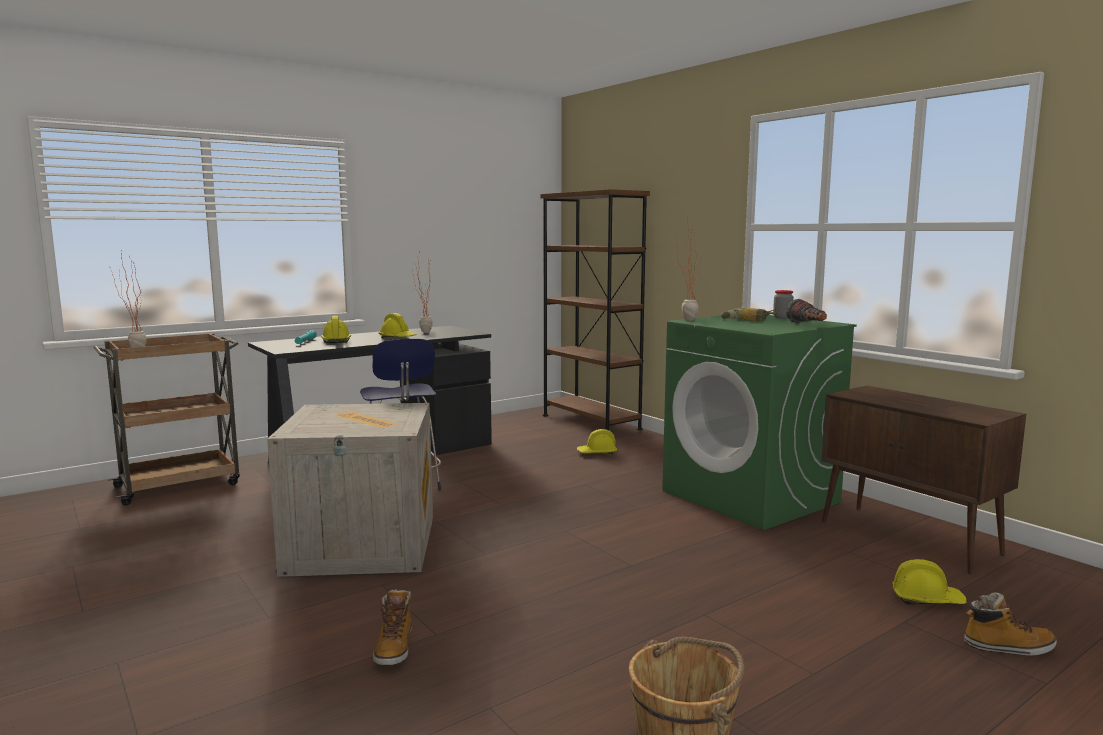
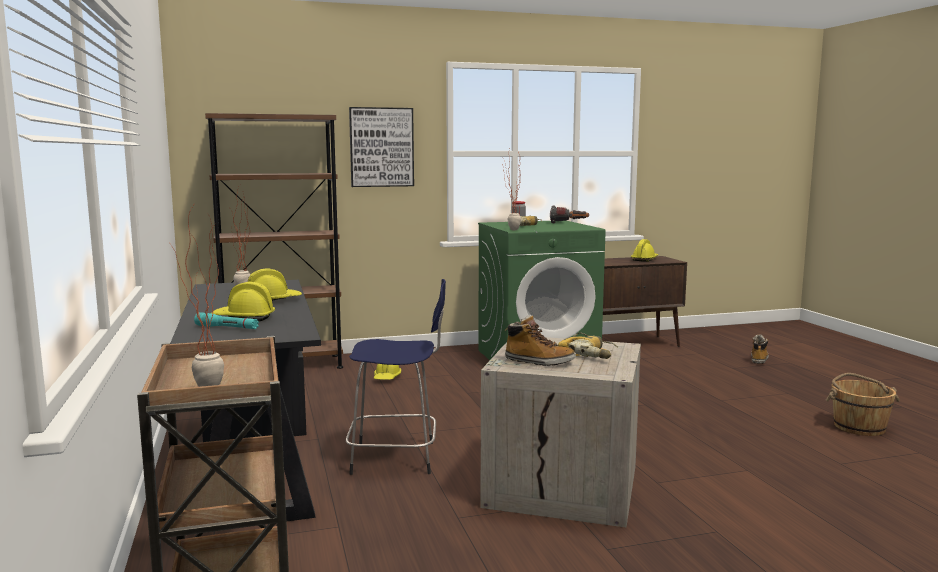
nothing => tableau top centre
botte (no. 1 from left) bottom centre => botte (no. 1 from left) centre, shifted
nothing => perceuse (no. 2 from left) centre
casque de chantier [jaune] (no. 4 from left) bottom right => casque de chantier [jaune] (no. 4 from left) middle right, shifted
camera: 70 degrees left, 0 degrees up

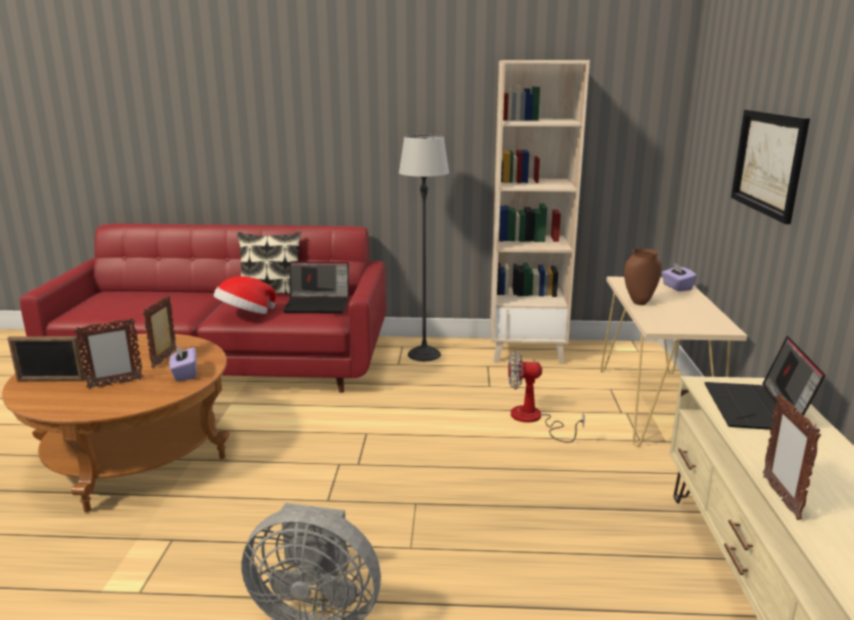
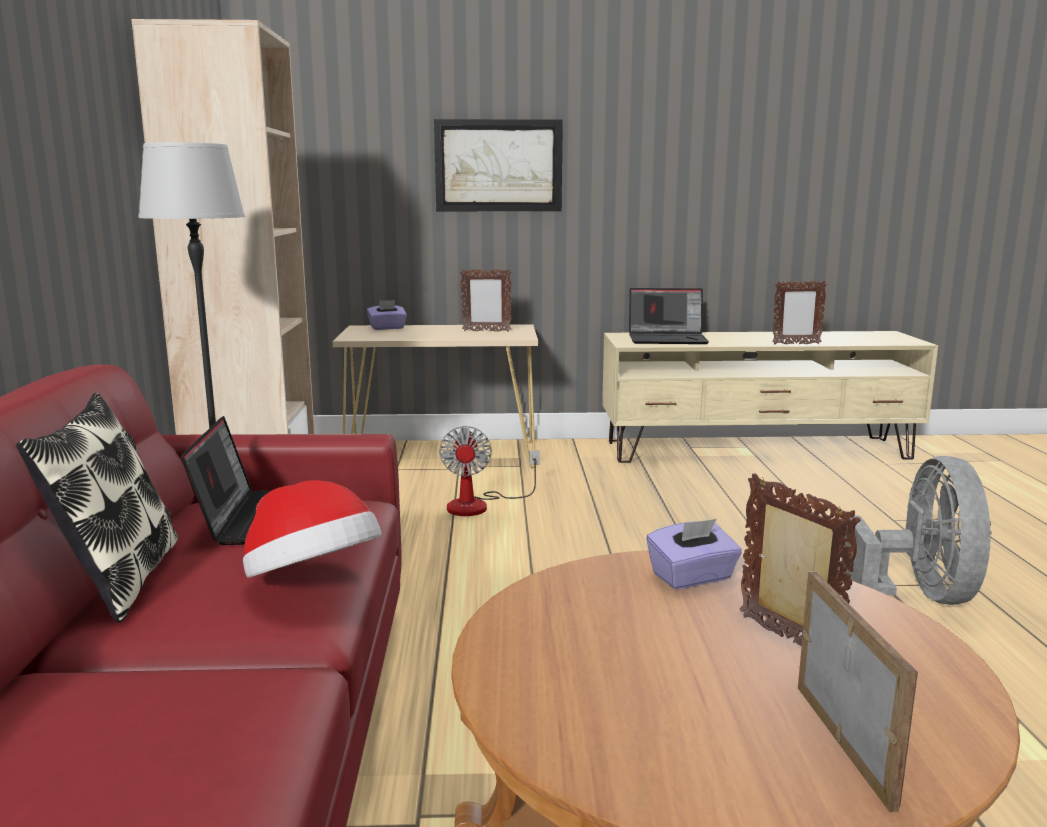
cadre photo (no. 3 from left in the first image) middle left => cadre photo (no. 1 from left) centre, shifted
vase [marron] middle right => nothing
camera: 95 degrees left, 5 degrees down

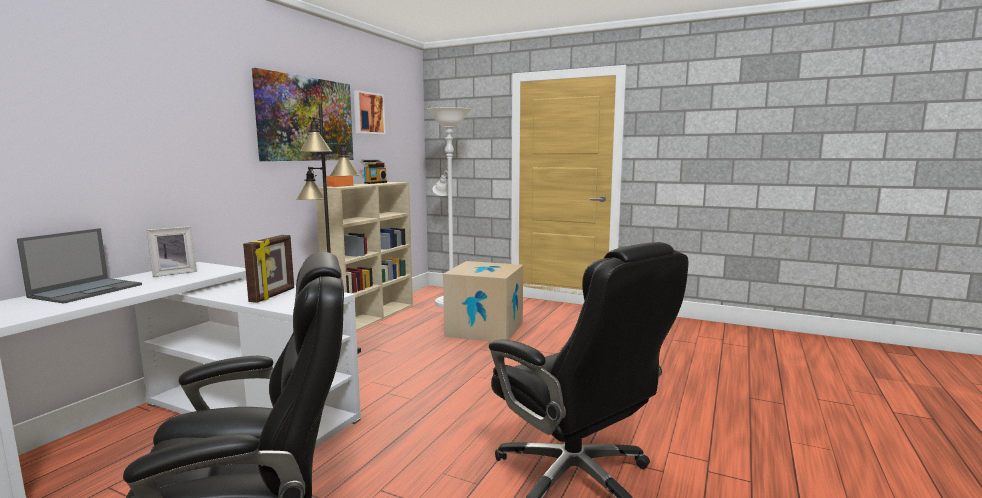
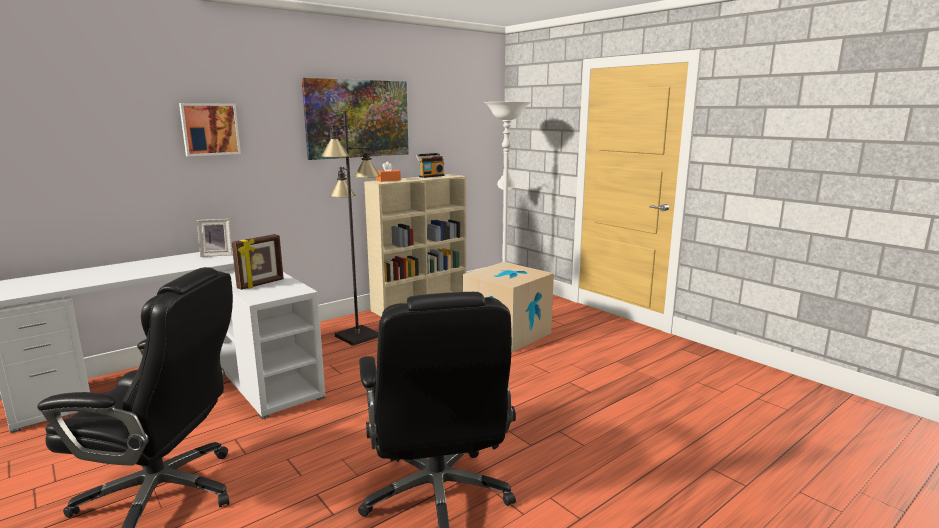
tableau (no. 2 from left in the first image) top centre => tableau (no. 1 from left) top left, shifted
ordinateur portable middle left => nothing
camera: 25 degrees right, 5 degrees up

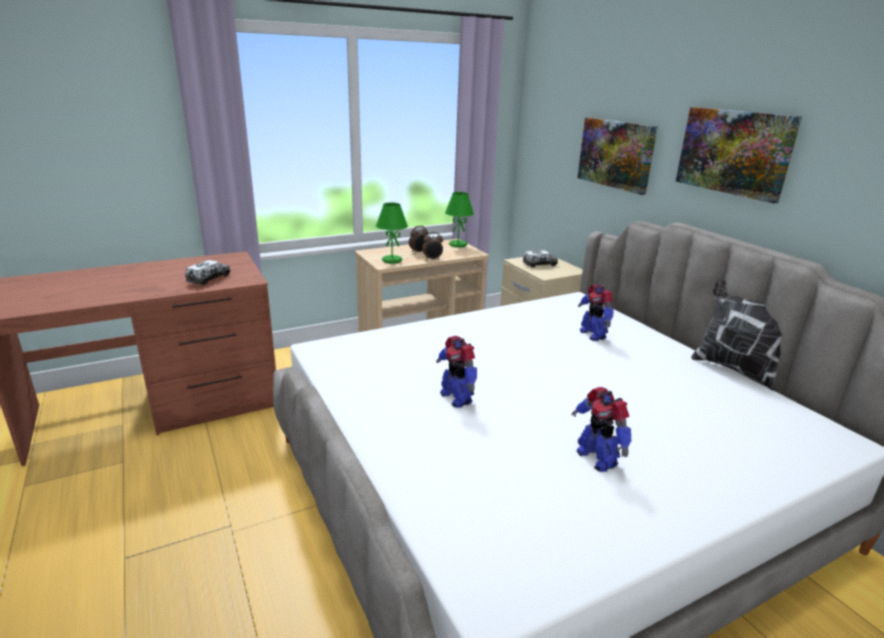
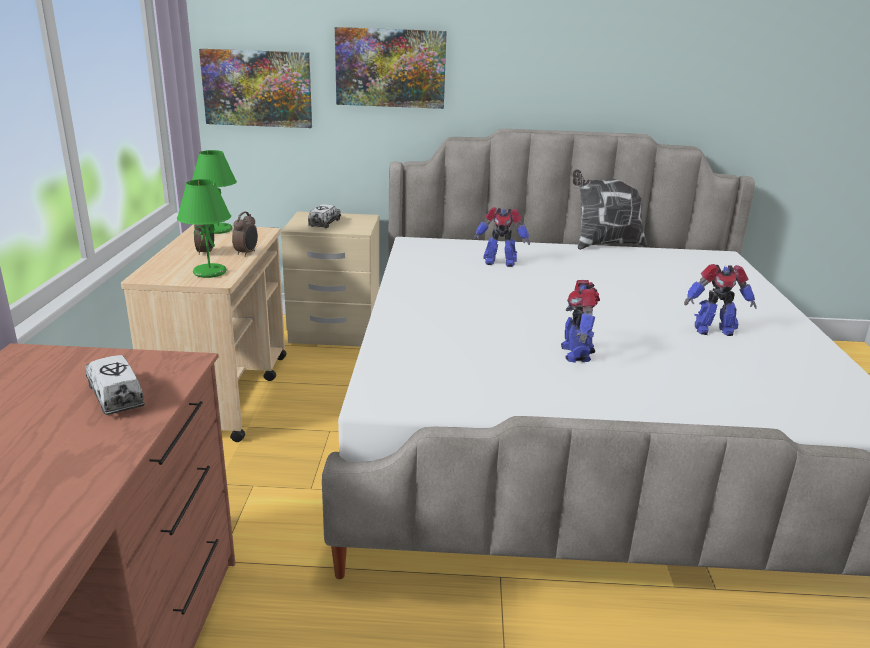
tableau (no. 2 from left in the first image) top right => tableau (no. 1 from left) top left, shifted
robot jouet (no. 1 from left in the first image) centre => robot jouet (no. 2 from left) middle right, 90 degrees clockwise
camera: 60 degrees left, 0 degrees up

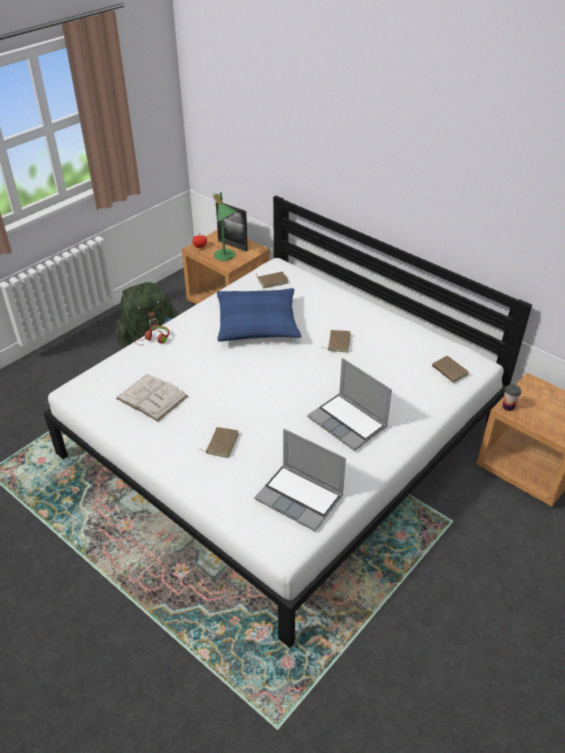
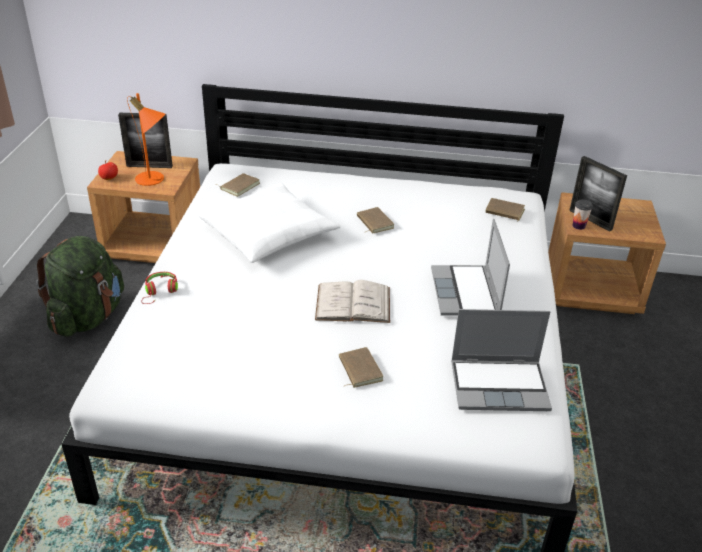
lampe de table [vert] top centre => lampe de table [orange] top left
coussin [bleu] centre => coussin [blanc] centre
livre [blanc] middle left => livre [blanc] centre, shifted
ordinateur portable (no. 2 from left in the first image) centre => ordinateur portable (no. 1 from left) middle right, 75 degrees clockwise
nothing => cadre photo (no. 2 from left) middle right
camera: 35 degrees left, 5 degrees down

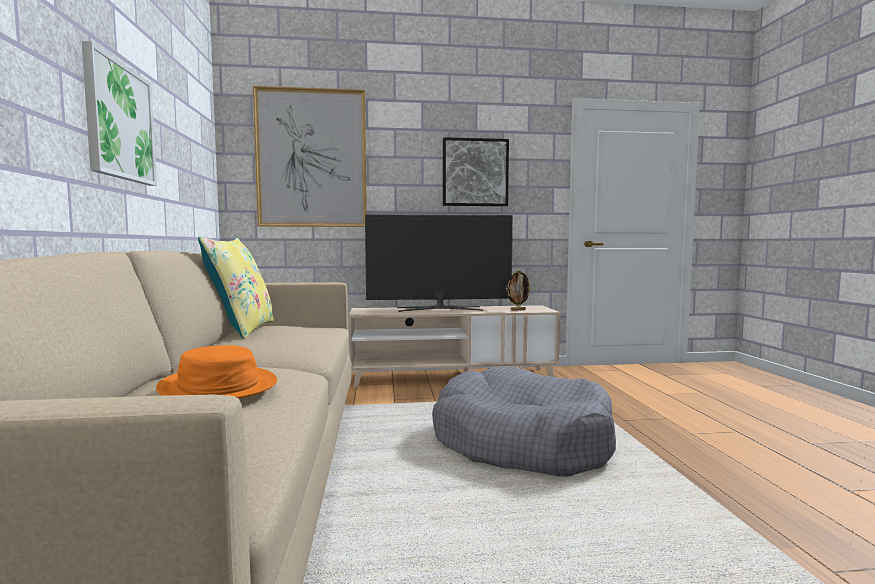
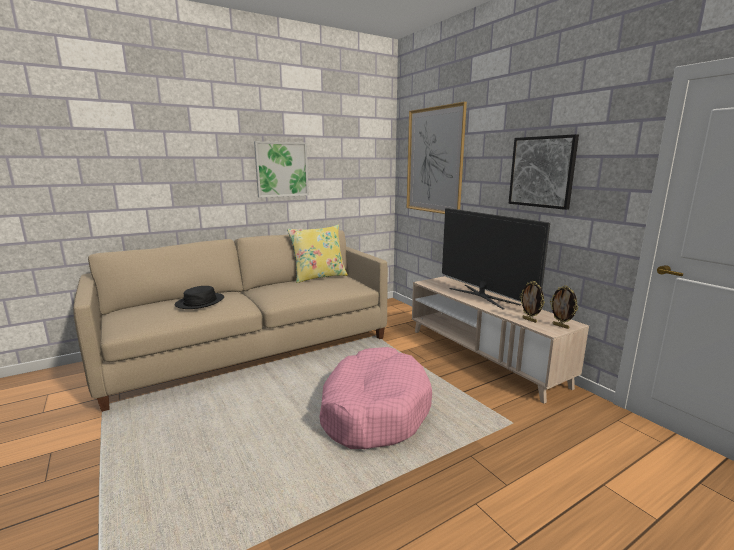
chapeau [orange] middle left => chapeau [noir] middle left
panier pour chien [gris] bottom centre => panier pour chien [rose] bottom centre
nothing => cadre photo (no. 2 from left) middle right
camera: 65 degrees right, 10 degrees up

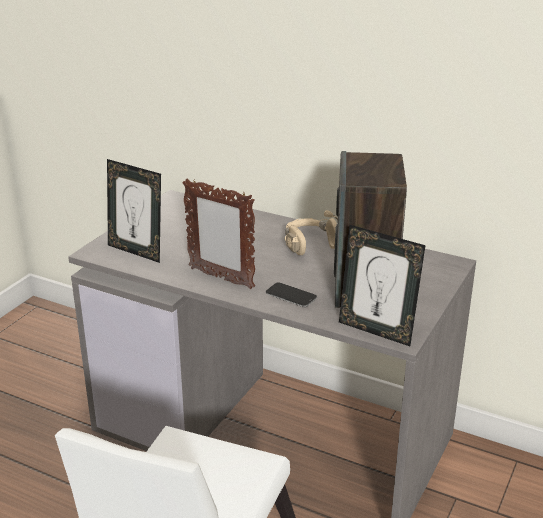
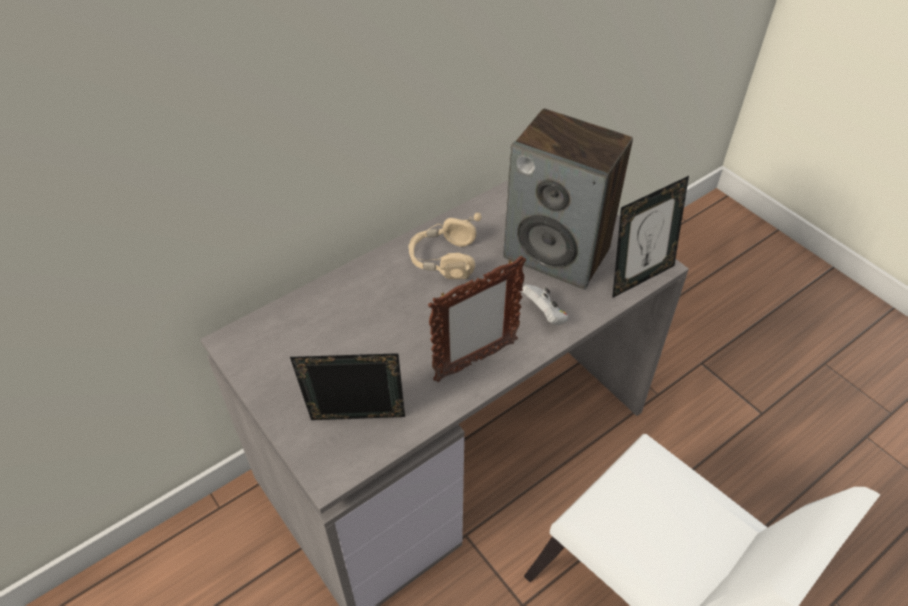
cadre photo (no. 1 from left) middle left => cadre photo (no. 1 from left) centre, 150 degrees counterclockwise
téléphone centre => manette [blanc] centre
camera: 65 degrees left, 20 degrees up

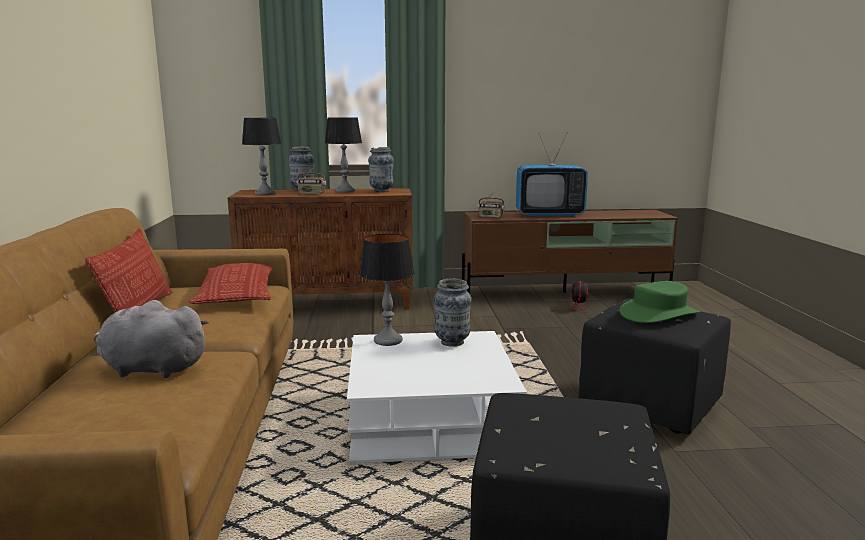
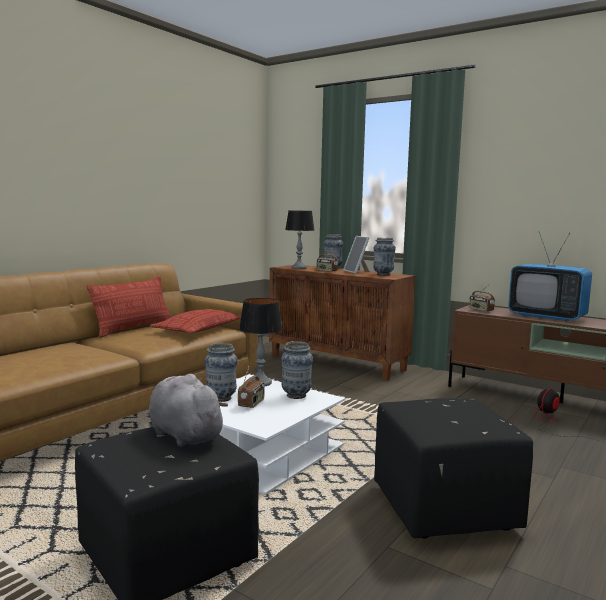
peluche [gris] middle left => peluche [gris] bottom left, shifted
nothing => vase (no. 1 from left) centre
nothing => radio (no. 1 from left) centre
lampe de table (no. 2 from left) top centre => cadre photo centre
chapeau [vert] middle right => nothing
camera: 40 degrees right, 5 degrees down

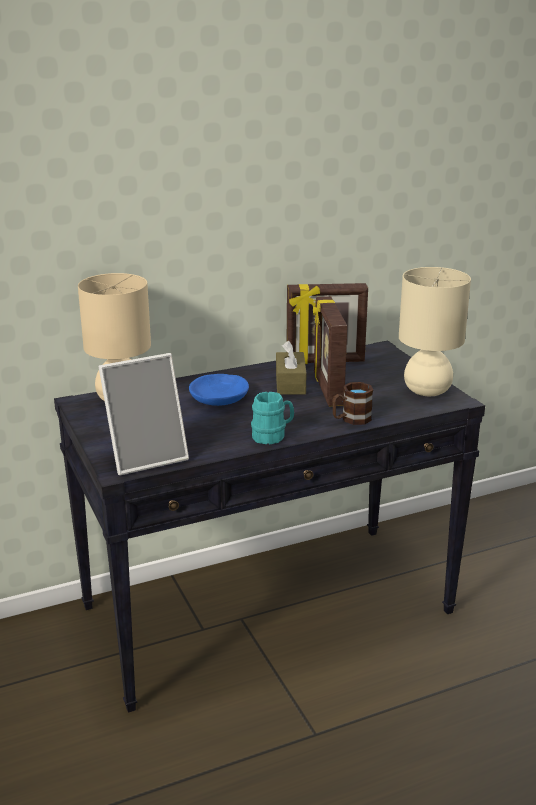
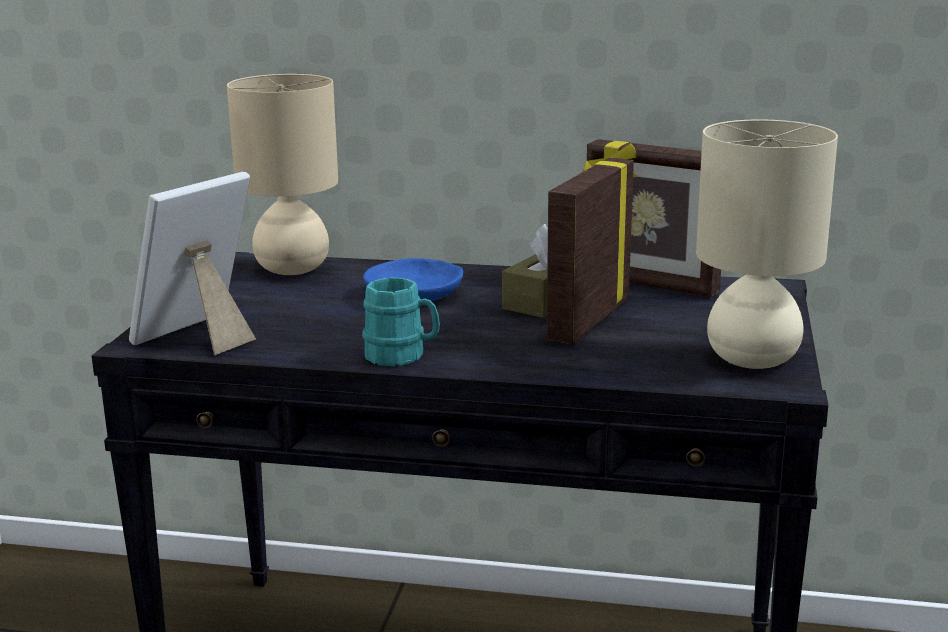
cadre photo (no. 1 from left) middle left, 120 degrees clockwise
mug [marron] centre => nothing
camera: 35 degrees right, 5 degrees down

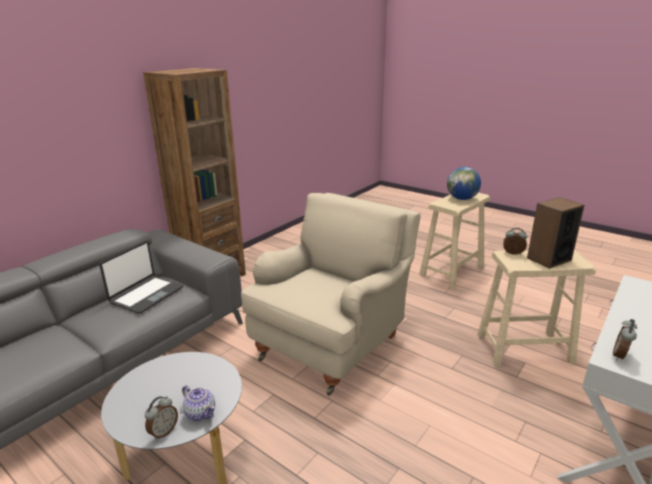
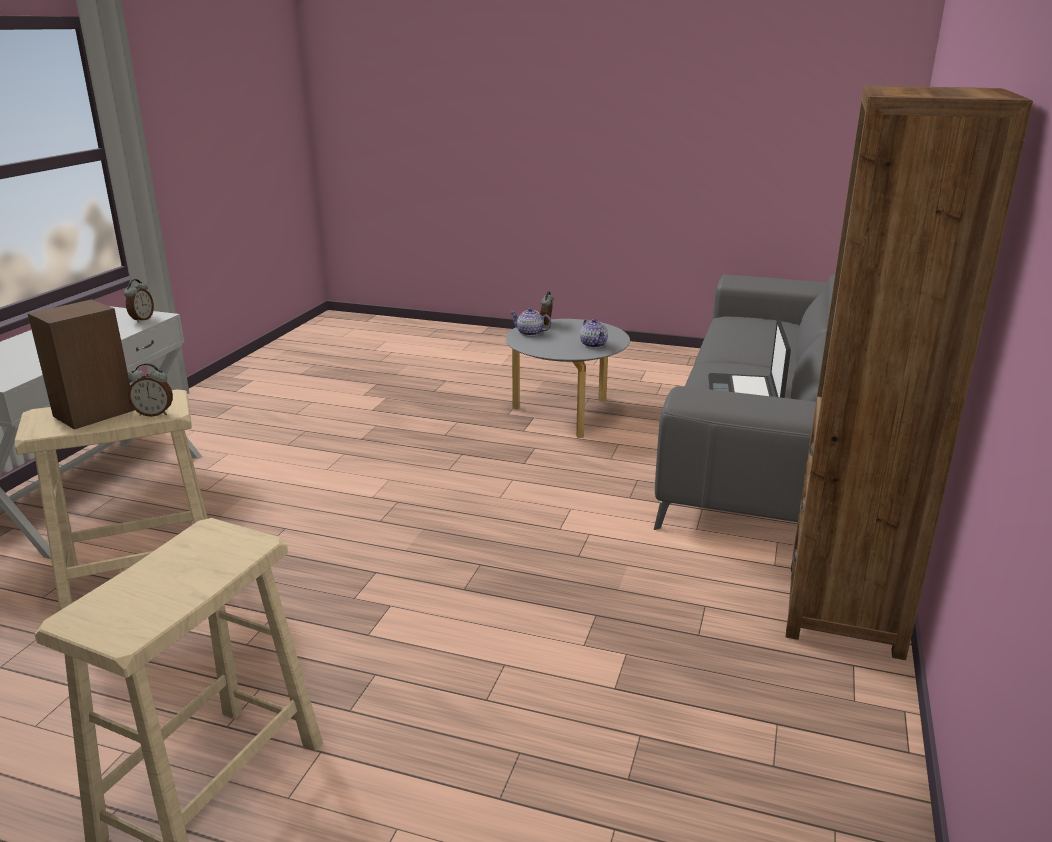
nothing => théière (no. 2 from left) centre
fauteuil [beige] centre => nothing
globe middle right => nothing
camera: 160 degrees right, 0 degrees up

